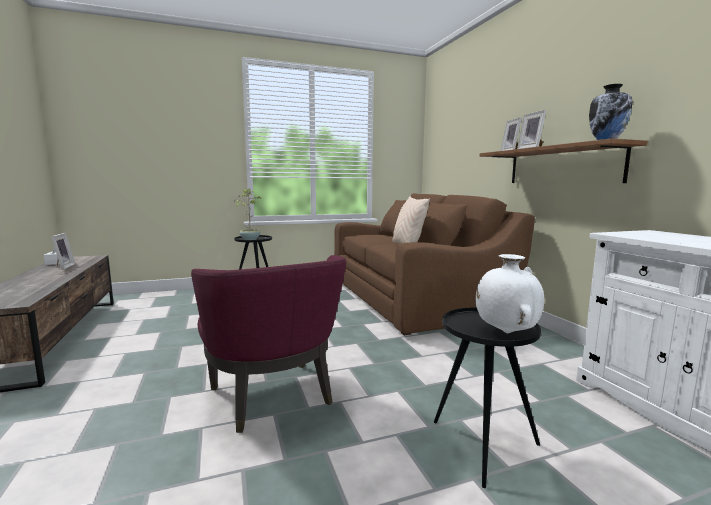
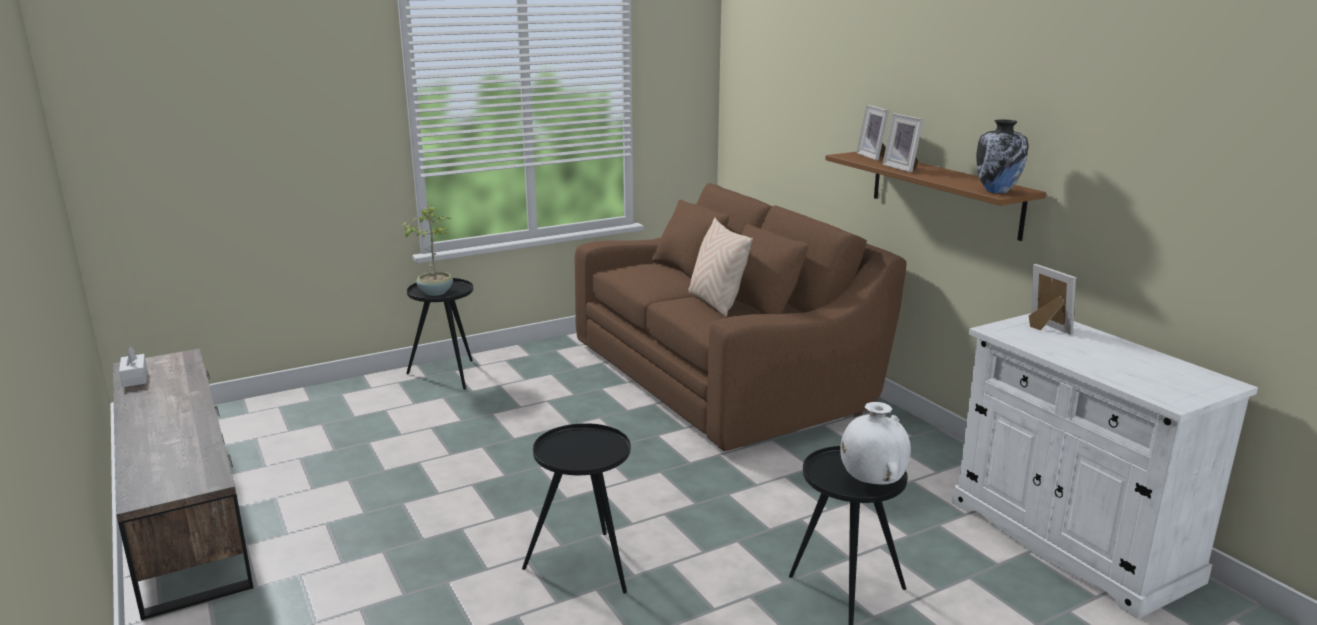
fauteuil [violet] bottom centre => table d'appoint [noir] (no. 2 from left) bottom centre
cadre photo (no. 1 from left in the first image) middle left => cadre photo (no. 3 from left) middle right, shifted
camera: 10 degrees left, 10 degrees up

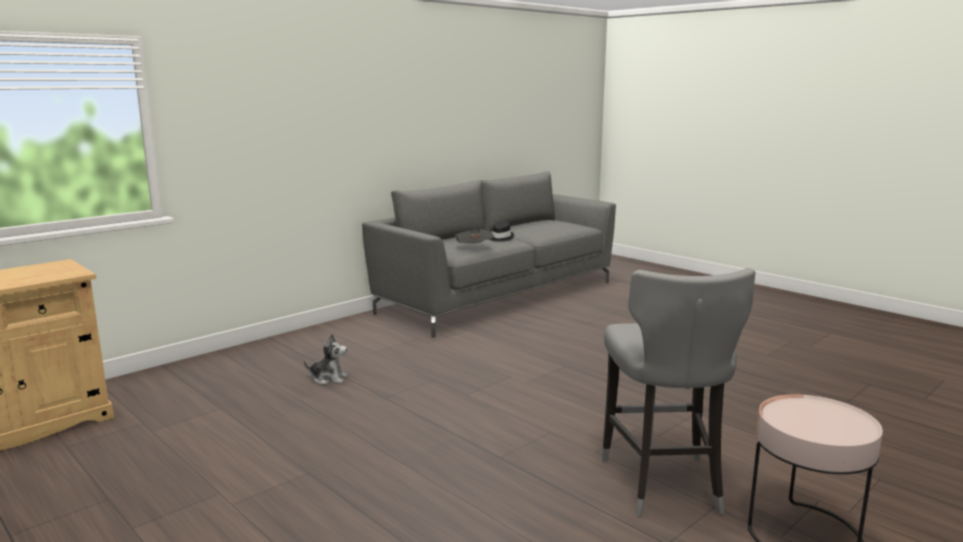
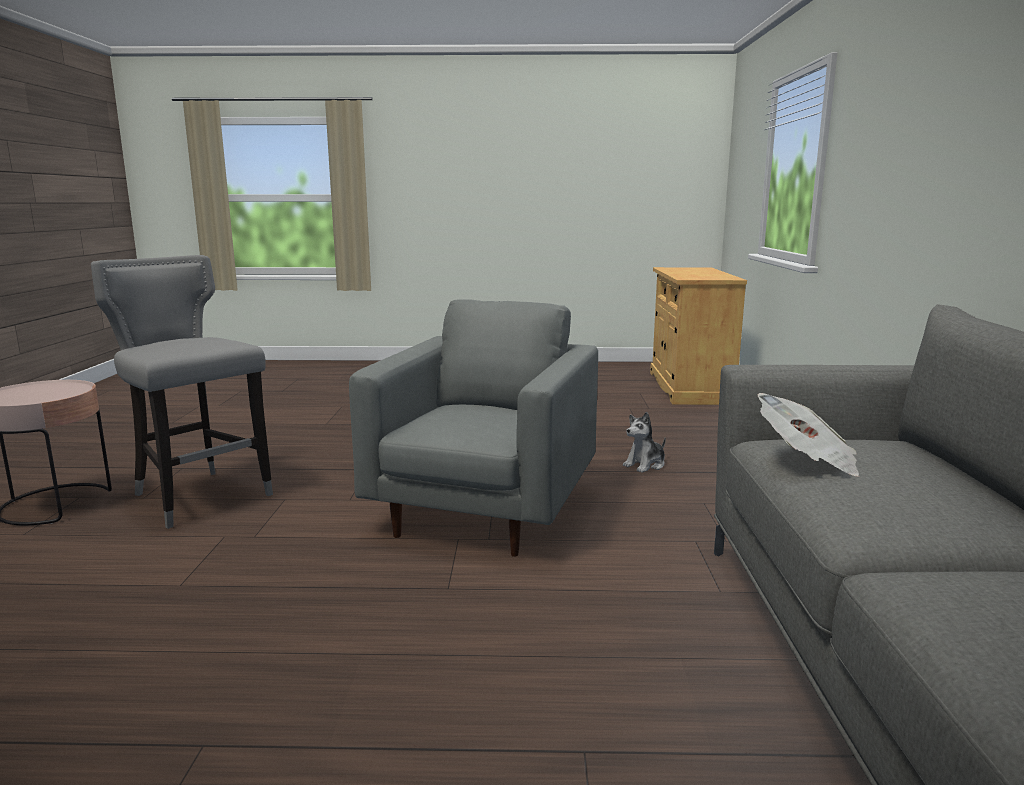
nothing => fauteuil [gris] centre
chapeau [noir] centre => nothing
camera: 135 degrees right, 0 degrees up

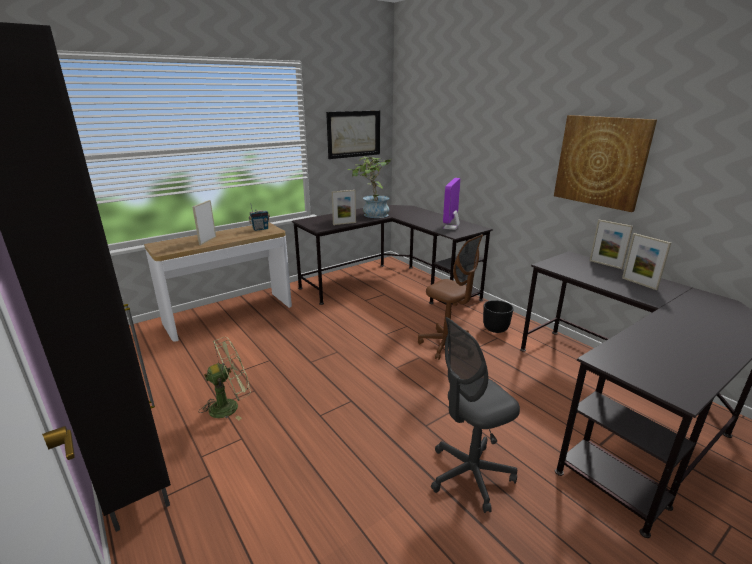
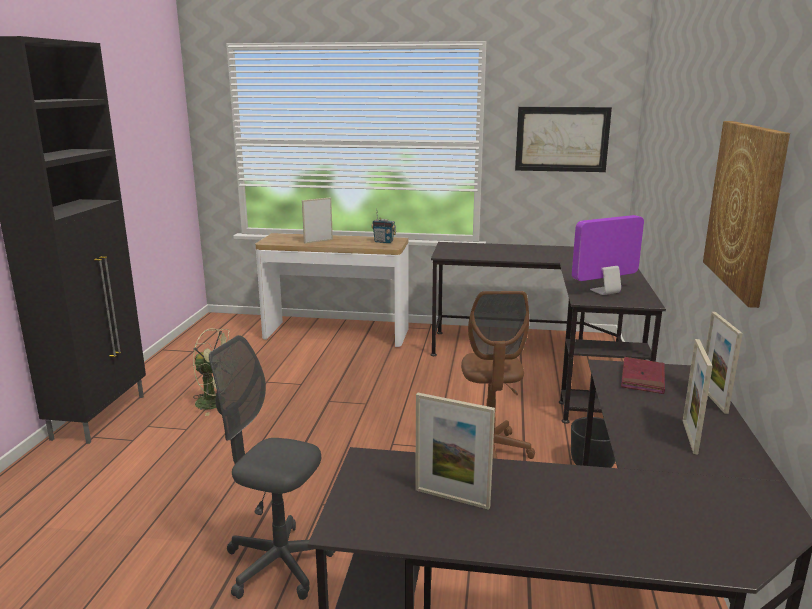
cadre photo (no. 2 from left) centre => cadre photo (no. 2 from left) bottom centre, shifted
nothing => livre [rouge] middle right
plante en pot top centre => nothing
camera: 45 degrees right, 5 degrees down

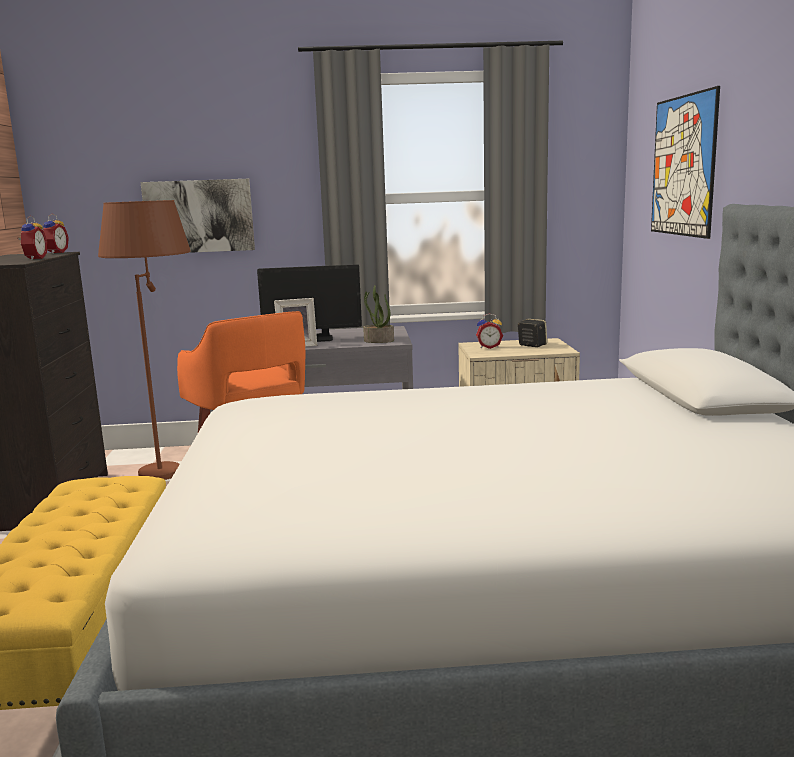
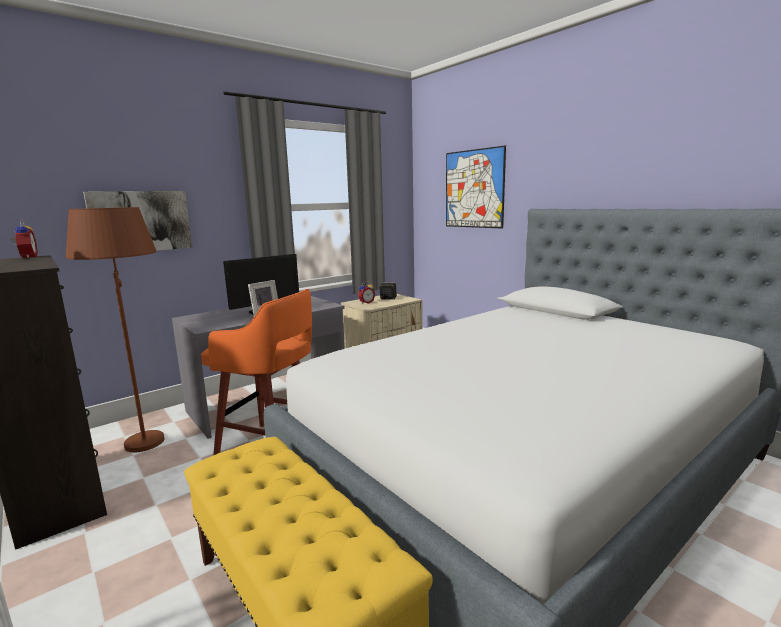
réveil (no. 1 from left) top left => nothing
plante en pot centre => nothing
camera: 35 degrees left, 0 degrees up

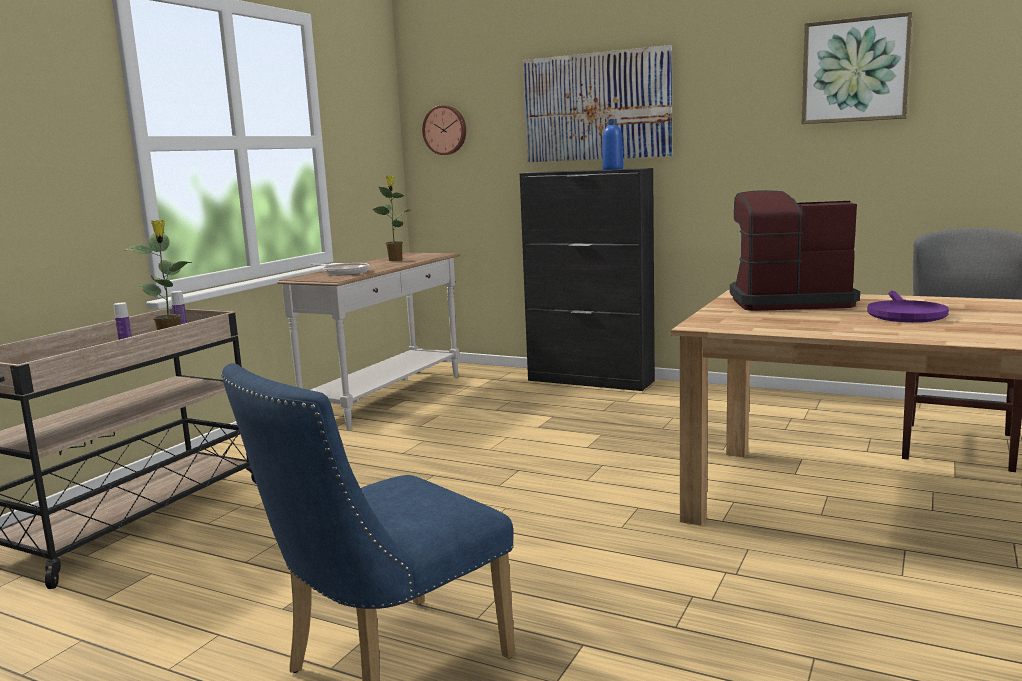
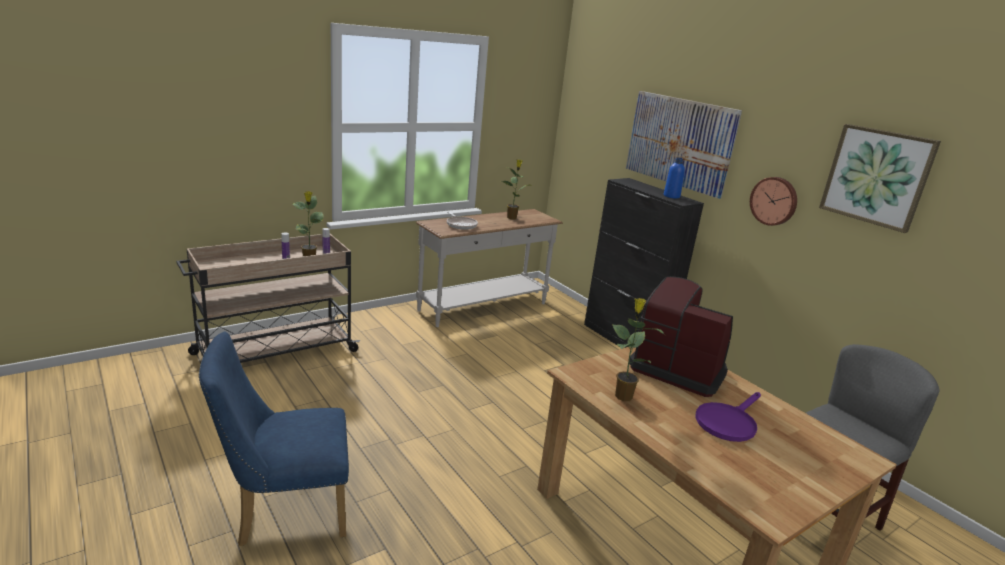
nothing => plante en pot (no. 3 from left) centre
horloge murale top centre => horloge murale middle right, shifted
camera: 25 degrees right, 10 degrees up

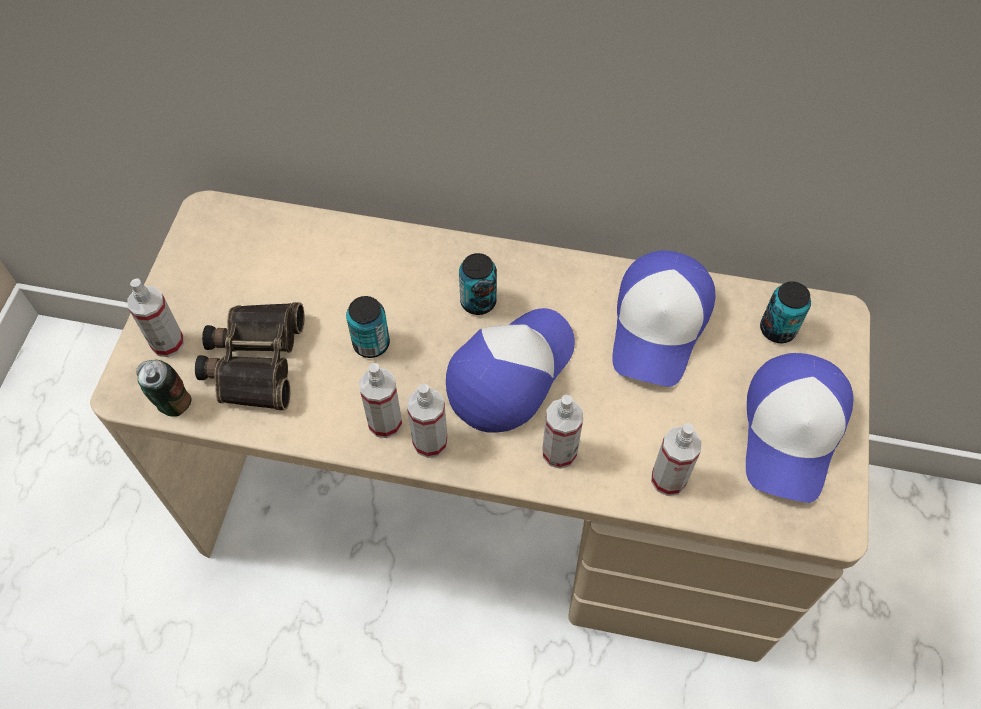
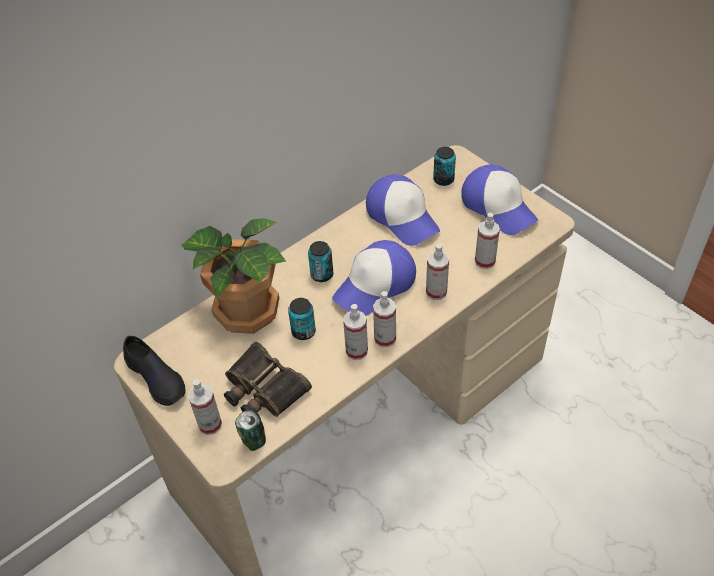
nothing => chaussure [noir] middle left
nothing => plante en pot middle left
casquette (no. 1 from left) centre, 120 degrees counterclockwise
camera: 50 degrees left, 10 degrees down

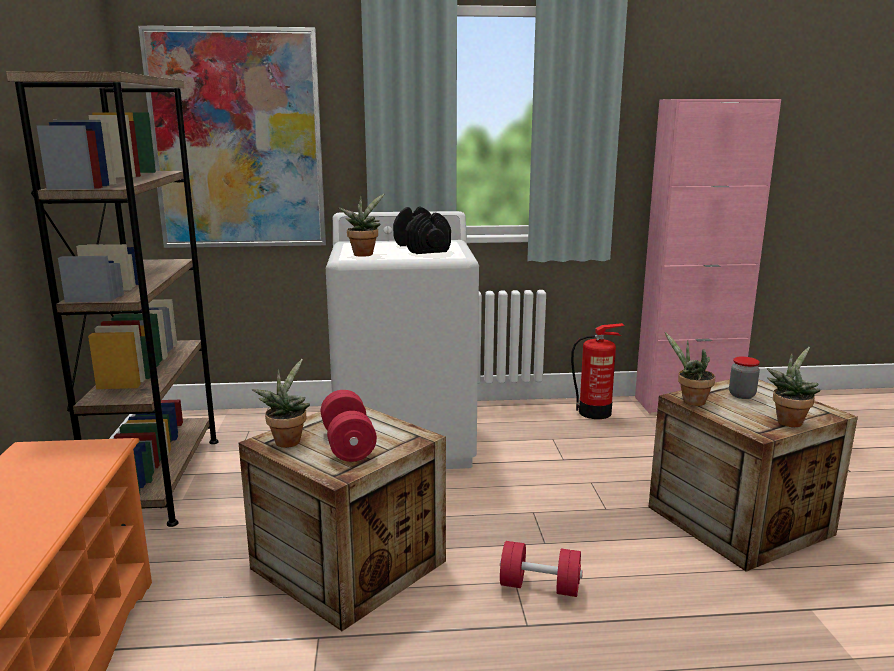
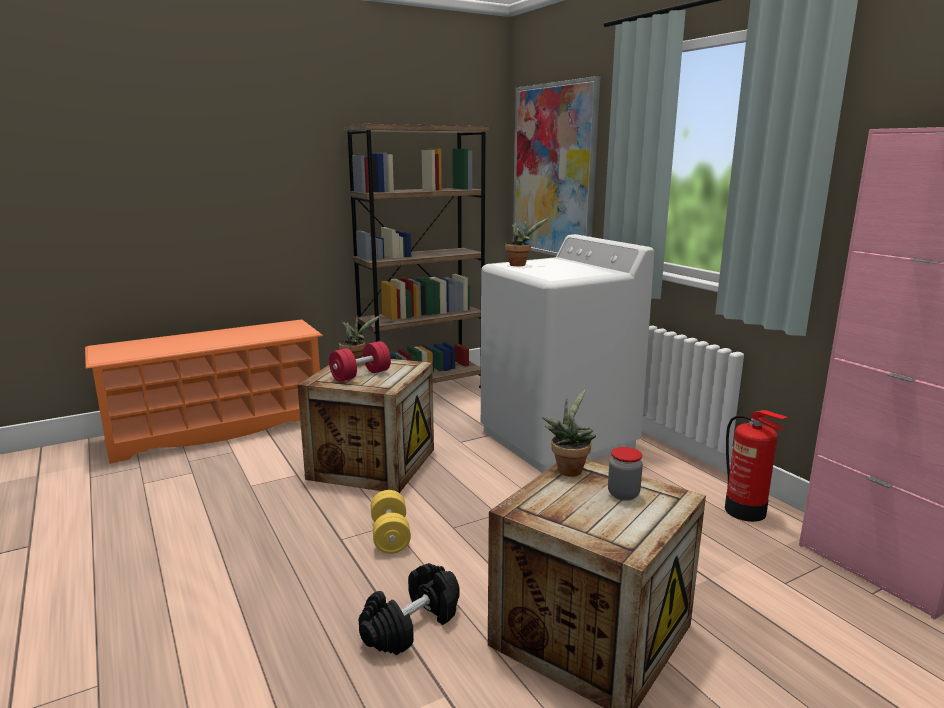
haltère [noir] centre => haltère [noir] bottom centre, shifted
haltère [rouge] (no. 2 from left) bottom centre => haltère [jaune] bottom centre
plante en pot (no. 4 from left) middle right => nothing
camera: 65 degrees right, 0 degrees up

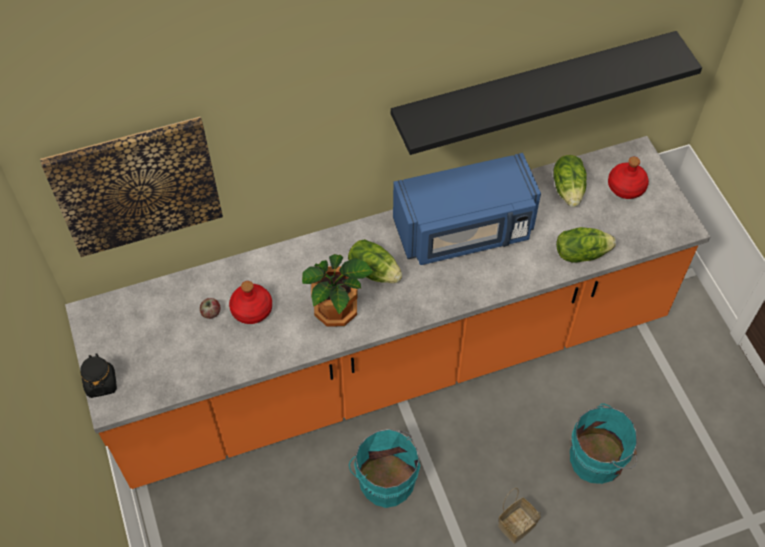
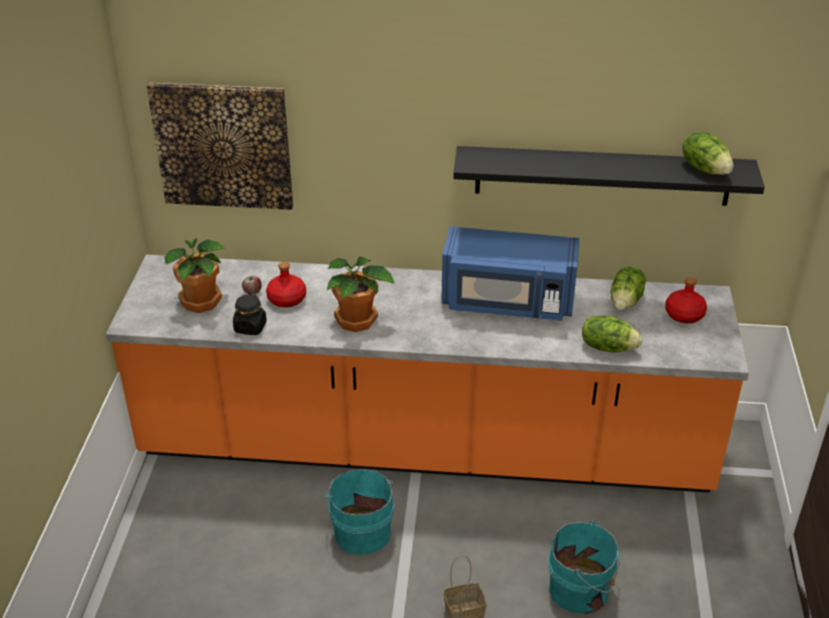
nothing => plante en pot (no. 1 from left) middle left
bocal [noir] bottom left => bocal [noir] middle left, shifted
laitue (no. 1 from left in the first image) centre => laitue (no. 3 from left) top right, shifted
camera: 25 degrees right, 20 degrees down

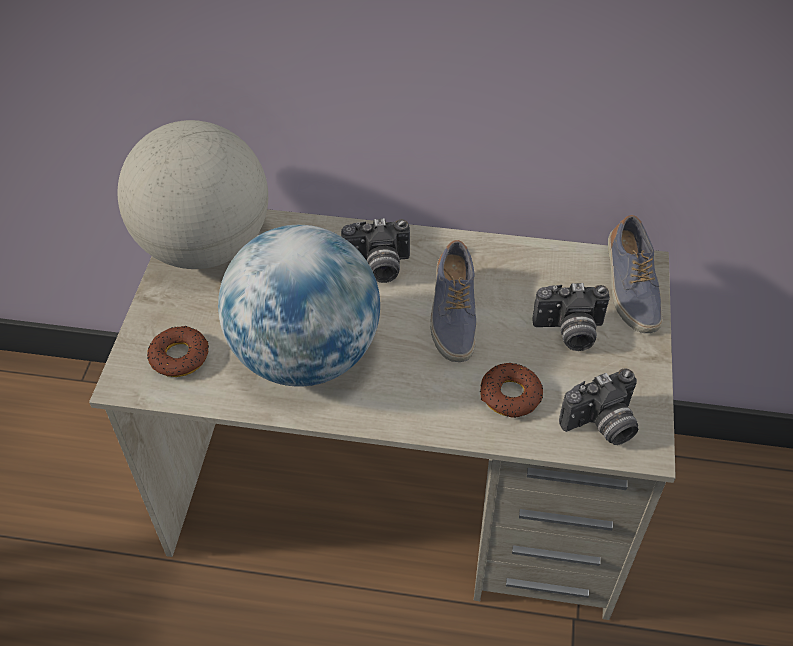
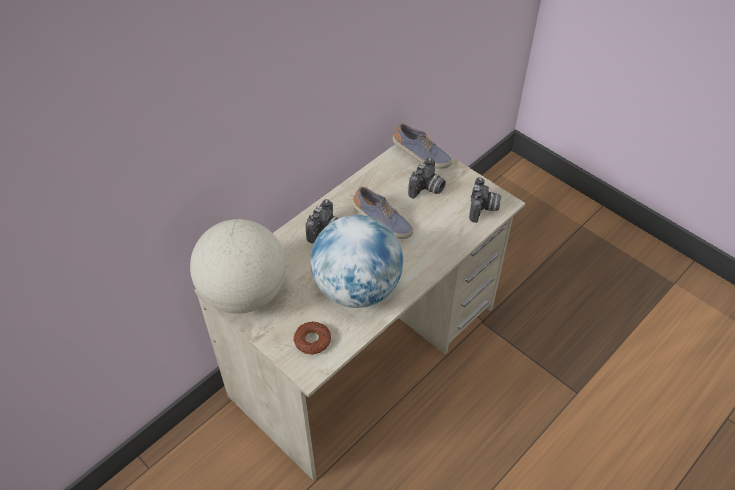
beignet (no. 2 from left) centre => nothing
camera: 55 degrees left, 0 degrees up

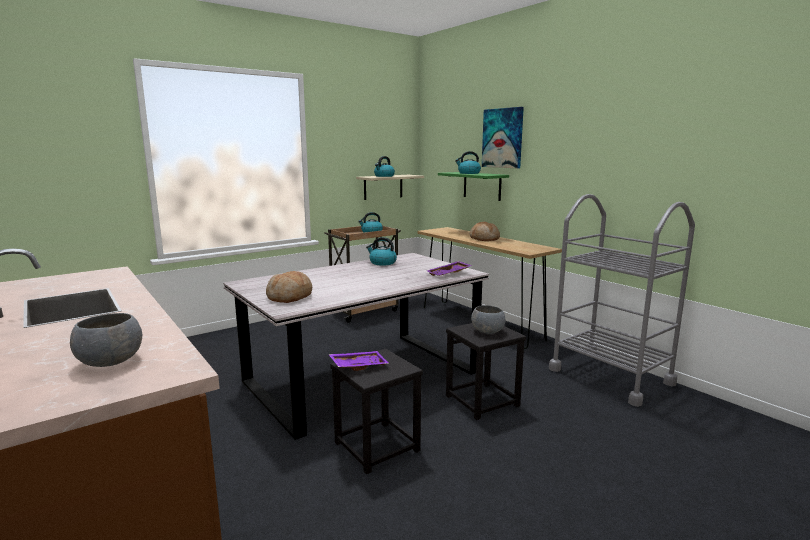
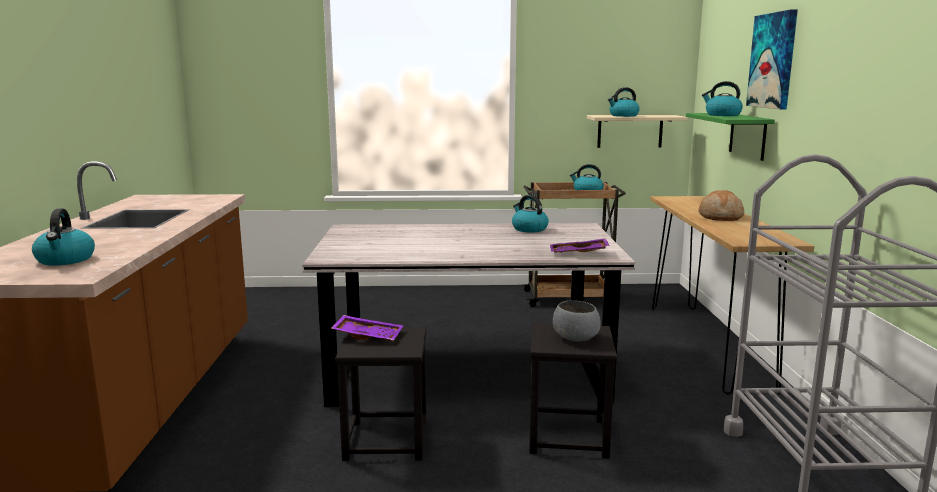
bol [gris] (no. 1 from left) middle left => bouilloire (no. 1 from left) middle left
pain (no. 1 from left) centre => nothing
camera: 35 degrees right, 0 degrees up

